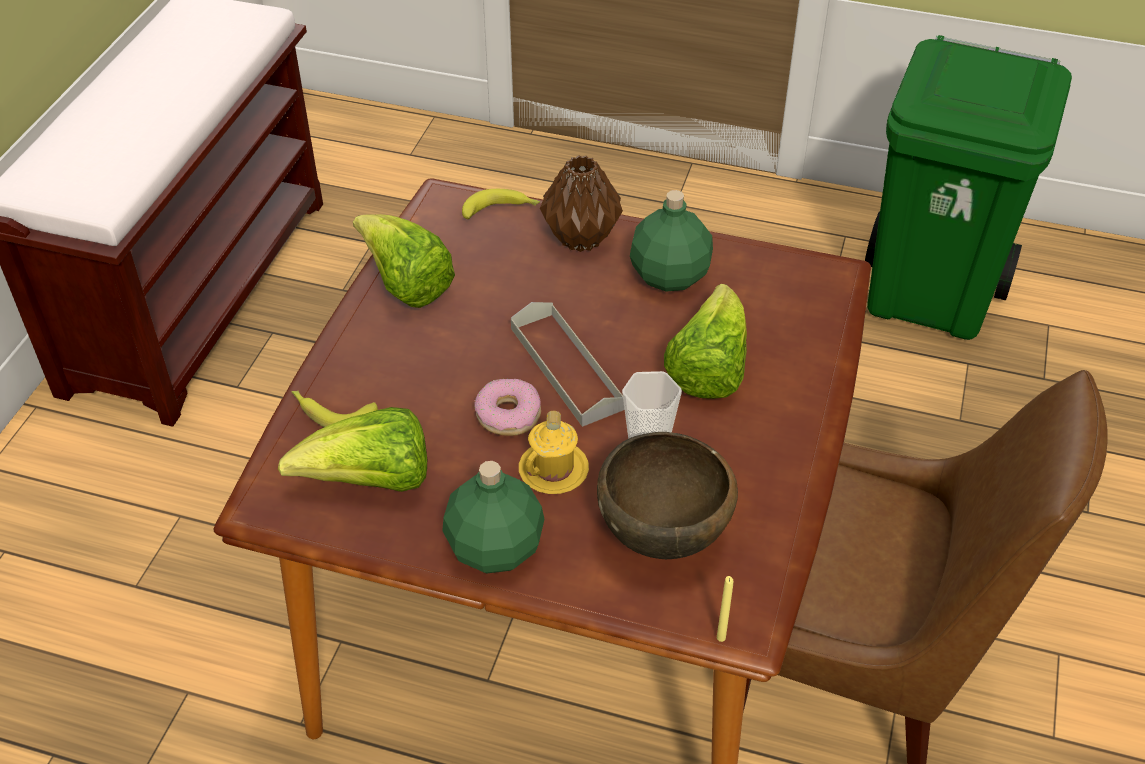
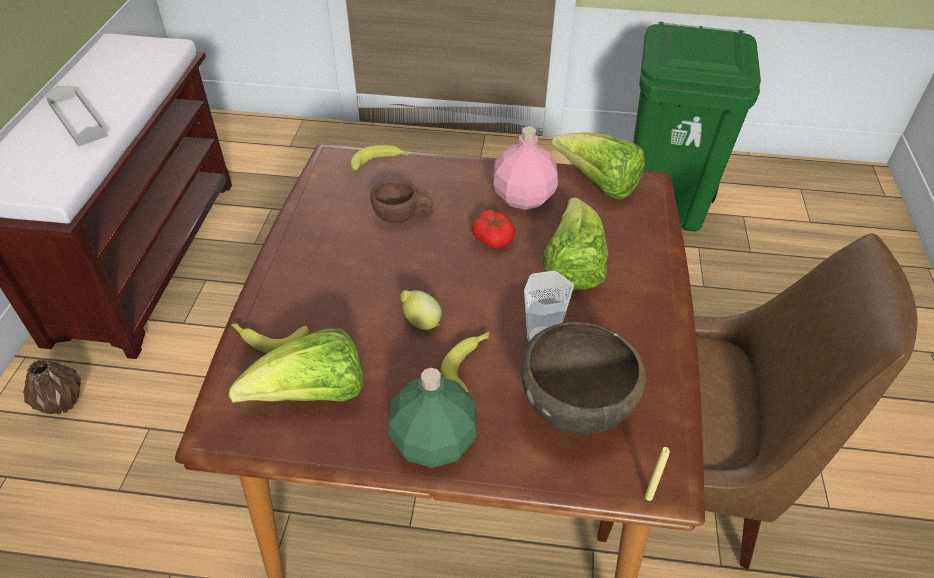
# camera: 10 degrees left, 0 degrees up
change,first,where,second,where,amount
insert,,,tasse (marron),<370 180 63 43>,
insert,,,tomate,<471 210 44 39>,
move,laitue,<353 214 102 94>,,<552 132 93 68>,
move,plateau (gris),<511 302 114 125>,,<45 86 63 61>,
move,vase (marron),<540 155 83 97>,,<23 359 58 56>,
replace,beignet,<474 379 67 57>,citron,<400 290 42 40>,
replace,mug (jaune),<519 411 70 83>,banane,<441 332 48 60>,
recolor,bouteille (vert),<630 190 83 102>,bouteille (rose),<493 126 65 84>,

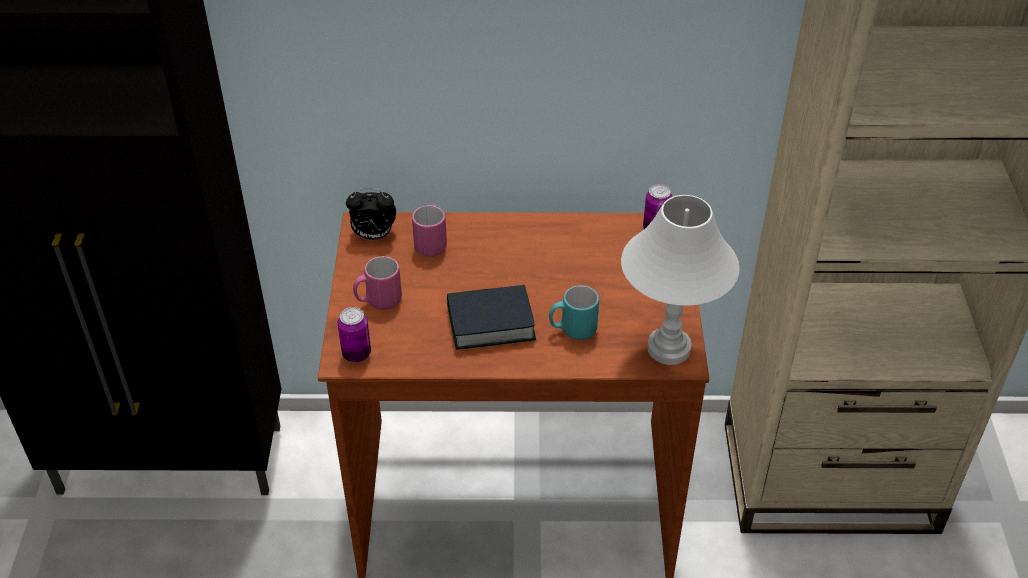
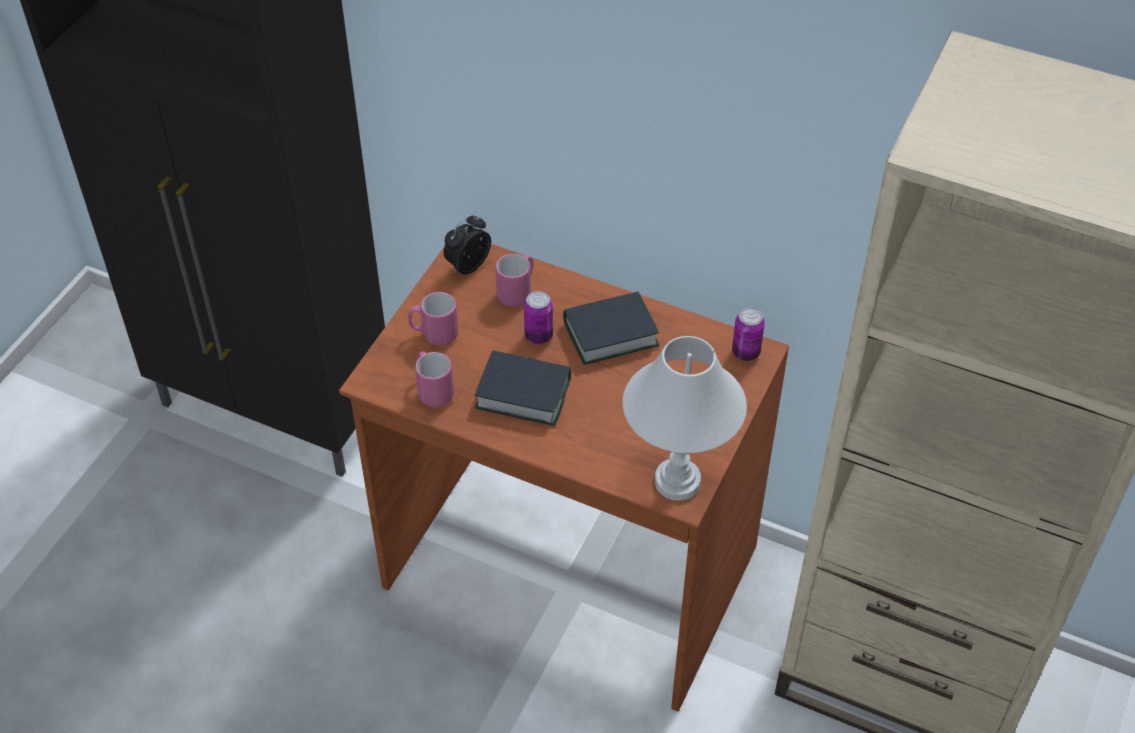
# camera: 25 degrees right, 5 degrees up
change,first,where,second,where,amount
delete,mug (turquoise),<549 285 50 55>,,,
insert,,,mug (rose),<415 351 39 56>,
insert,,,livre,<563 291 97 74>,
move,boîte métallique,<338 307 33 55>,,<524 291 29 53>,
rotate,réveil,<346 188 50 52>,,<444 214 47 61>,105 degrees clockwise

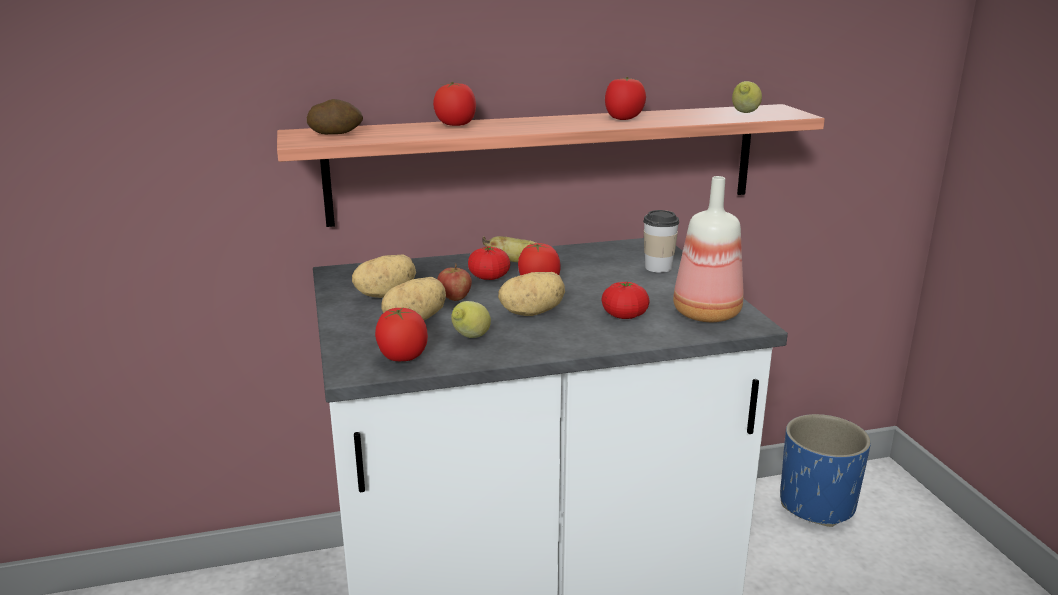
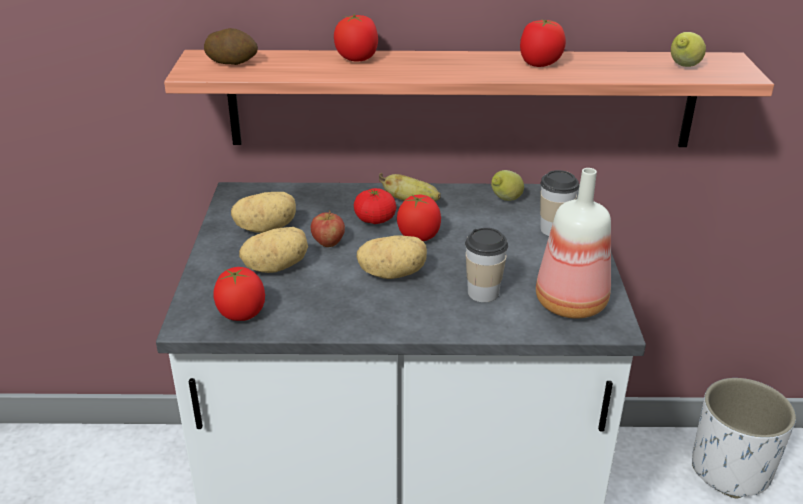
# camera: 15 degrees right, 10 degrees up
change,first,where,second,where,amount
move,citron,<451 301 40 37>,,<491 170 33 31>,
replace,tomate,<602 281 47 38>,tasse,<465 228 43 74>,
recolor,cache-pot (bleu),<780 414 91 113>,cache-pot (blanc),<692 378 104 121>,

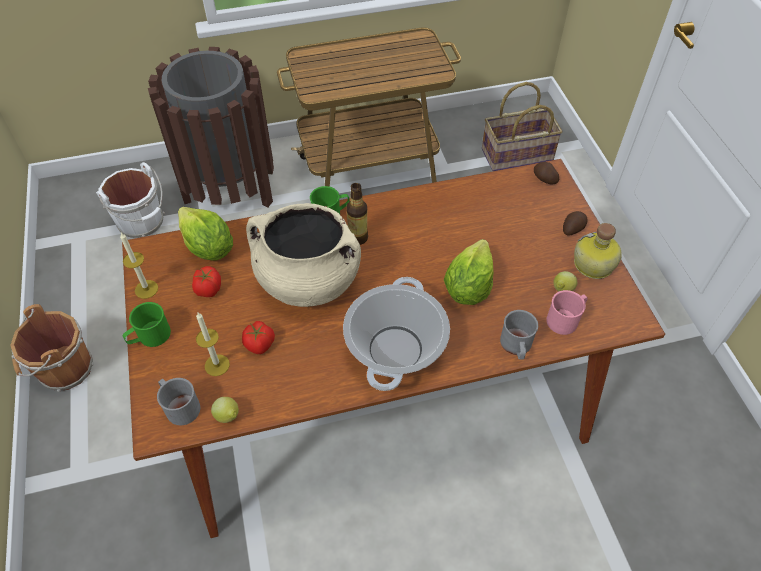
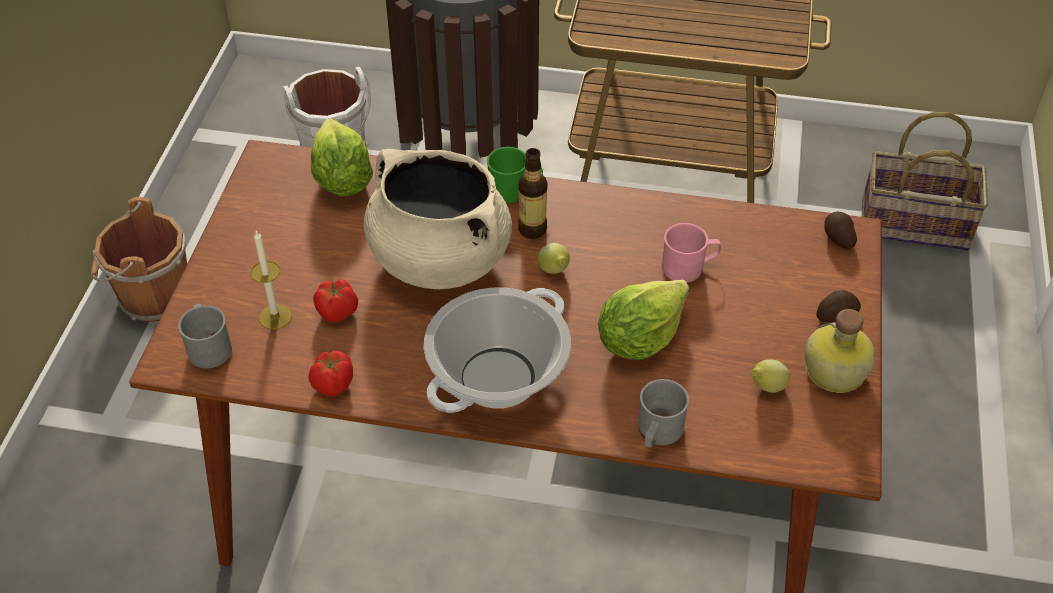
# camera: 25 degrees right, 5 degrees down
change,first,where,second,where,amount
delete,bougie,<120 233 38 66>,,,
delete,mug (vert),<123 302 48 45>,,,
move,tomate,<192 266 29 31>,,<308 351 45 45>,
move,citron,<211 397 28 26>,,<538 243 32 31>,
move,mug (rose),<546 290 42 45>,,<662 223 59 60>,

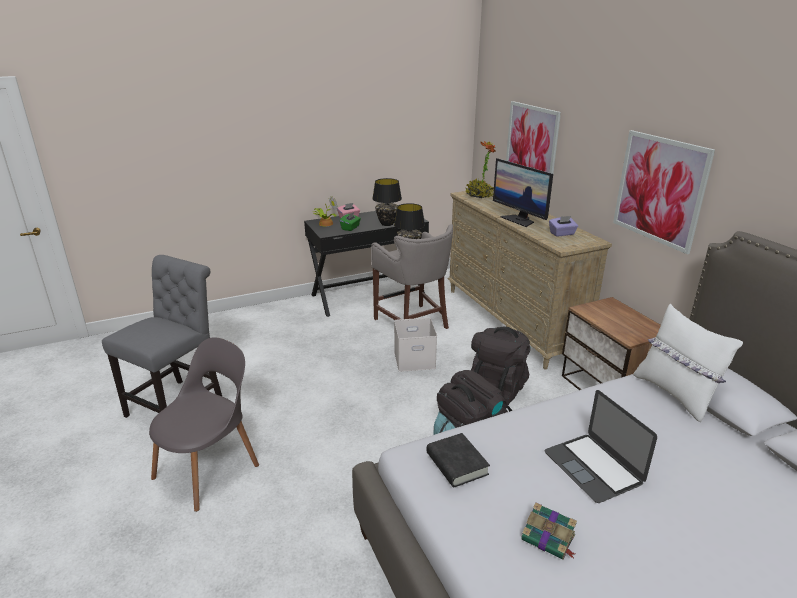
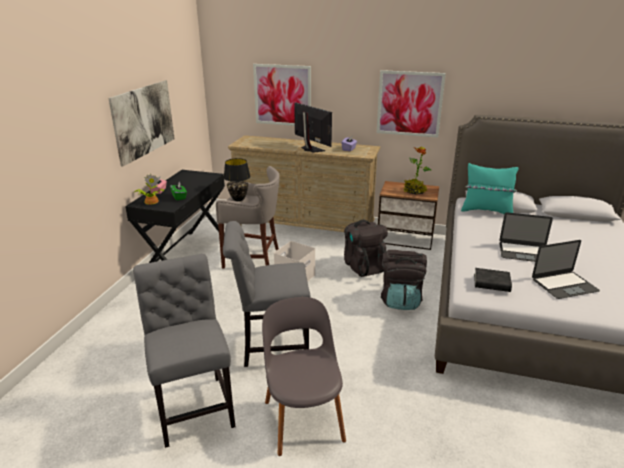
# camera: 50 degrees left, 0 degrees up
change,first,where,second,where,amount
delete,lampe de table (noir),<372 178 30 48>,,,
insert,,,tableau,<108 80 67 87>,
insert,,,chaise (gris),<223 221 88 146>,
move,plante en pot,<466 141 30 57>,,<403 147 29 48>,
replace,livre,<521 502 56 57>,ordinateur portable,<532 240 68 59>,
recolor,coussin (blanc),<633 304 110 119>,coussin (turquoise),<461 163 57 51>,
rotate,écran d'ordinateur,<493 158 60 69>,,<294 103 38 50>,135 degrees counterclockwise

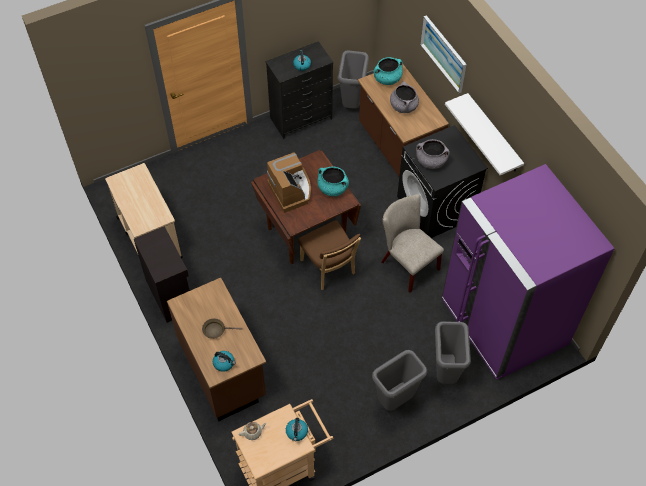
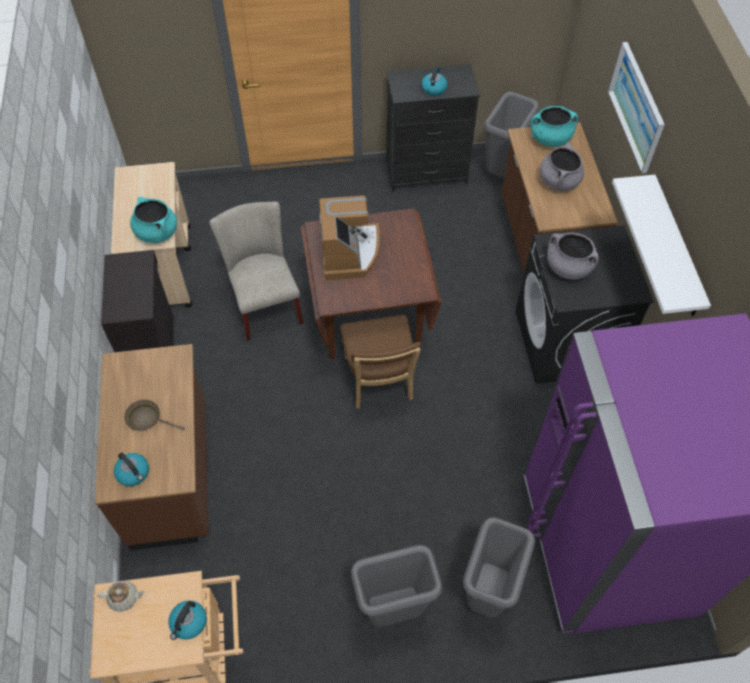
# camera: 20 degrees right, 0 degrees up
change,first,where,second,where,amount
move,marmite (turquoise),<317 166 32 30>,,<130 197 47 46>,
move,chaise (beige),<381 194 63 99>,,<209 202 94 139>,

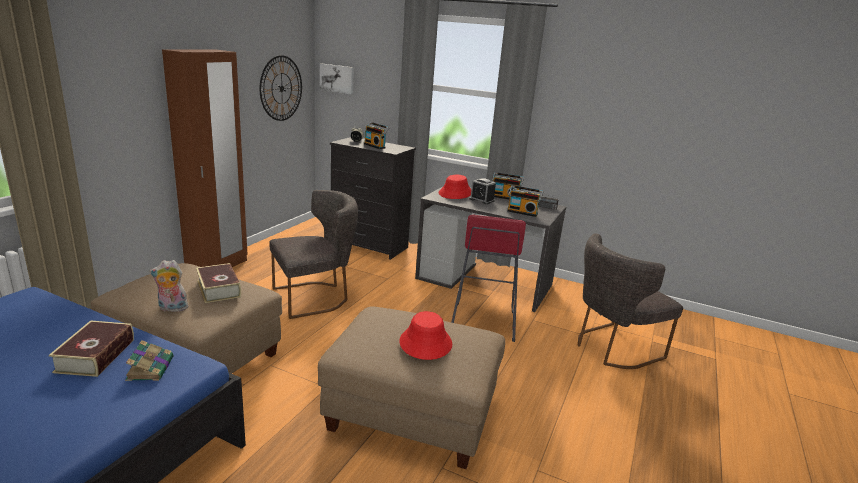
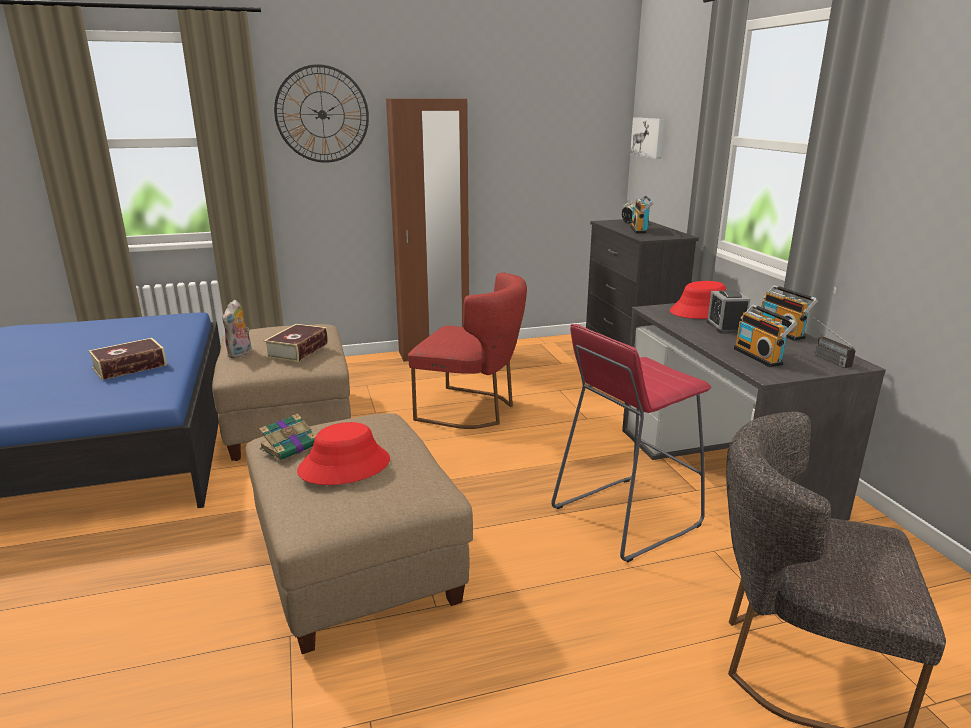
# camera: 50 degrees right, 0 degrees up
change,first,where,second,where,amount
move,livre,<125 340 49 41>,,<259 413 57 48>,
move,horloge murale,<260 55 42 66>,,<274 64 95 99>,
recolor,chaise (gris),<270 190 88 129>,chaise (rouge),<408 273 119 156>,
rotate,peluche,<149 260 40 52>,,<222 300 29 58>,120 degrees counterclockwise

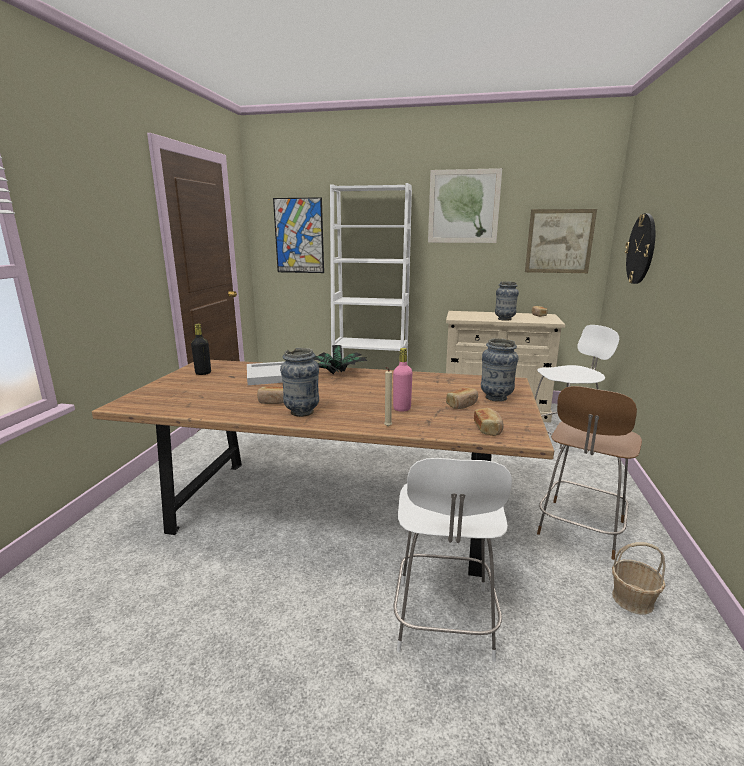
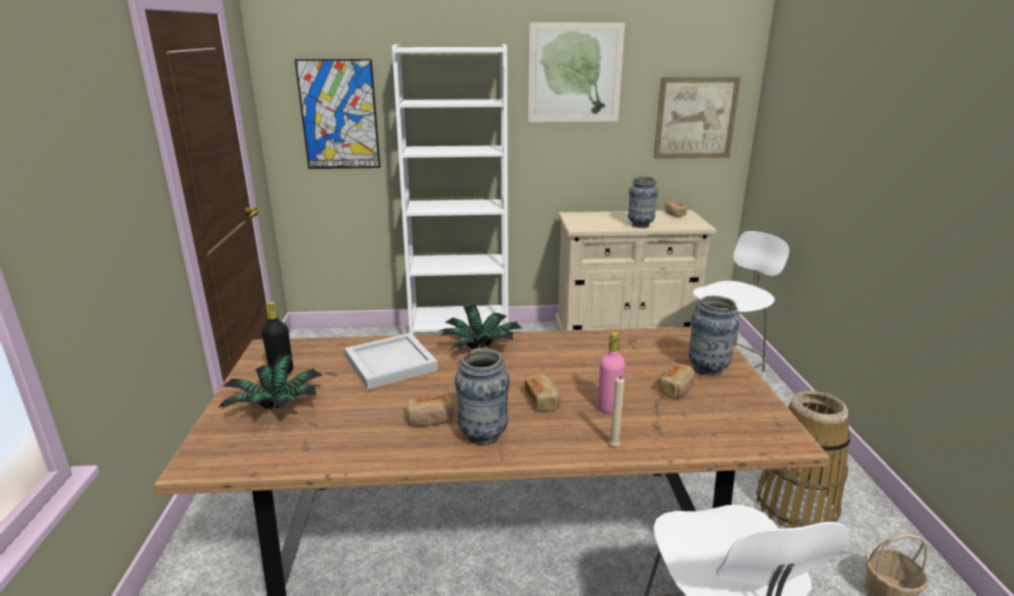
# camera: 15 degrees left, 5 degrees up
change,first,where,second,where,amount
delete,horloge murale,<625 213 30 71>,,,
insert,,,plante en pot,<219 354 104 56>,
move,pain,<474 408 29 28>,,<525 374 36 37>,
replace,chaise (marron),<537 386 105 174>,panier,<756 391 94 137>,

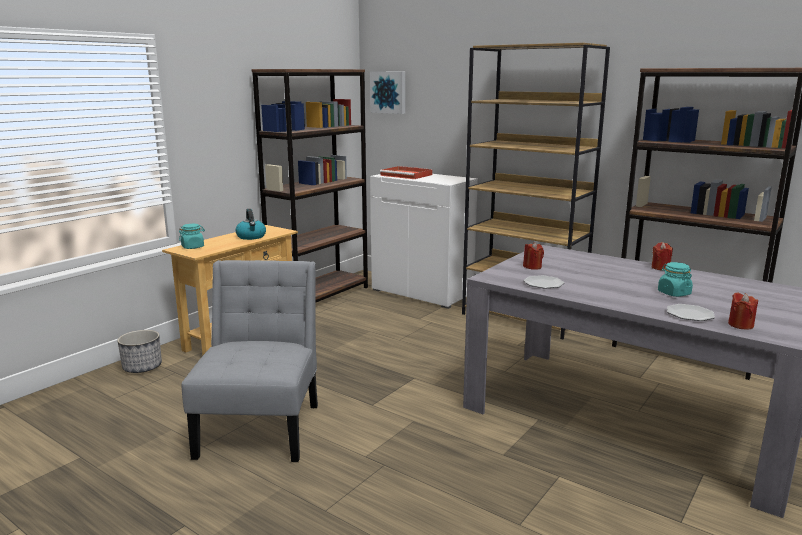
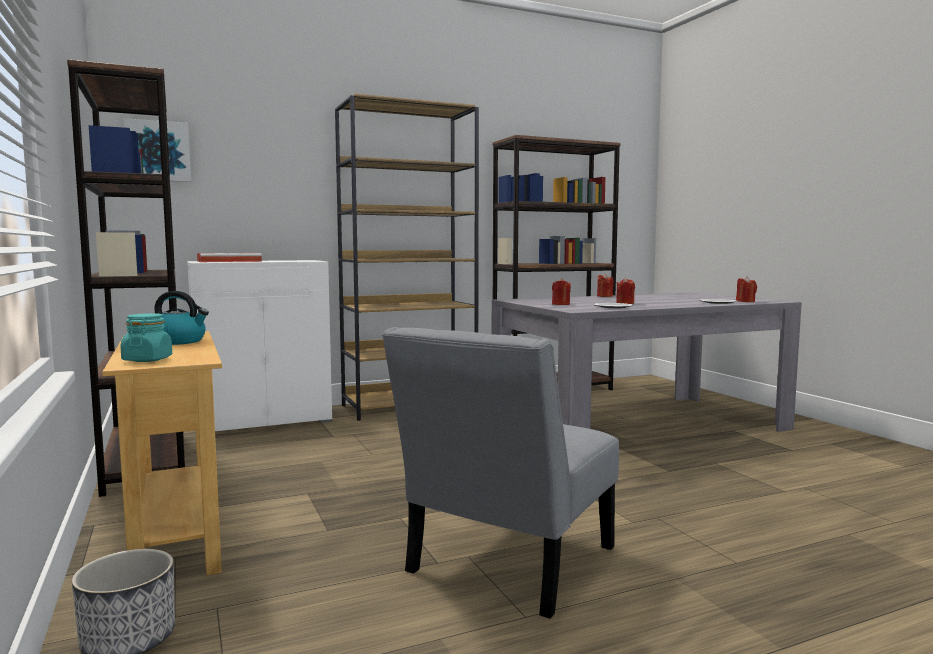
# camera: 60 degrees left, 10 degrees down
change,first,where,second,where,amount
delete,bocal (turquoise),<658 262 35 35>,,,
insert,,,bougie (rouge),<616 278 19 26>,
rotate,chaise (gris),<181 260 137 202>,,<382 327 237 292>,90 degrees counterclockwise

